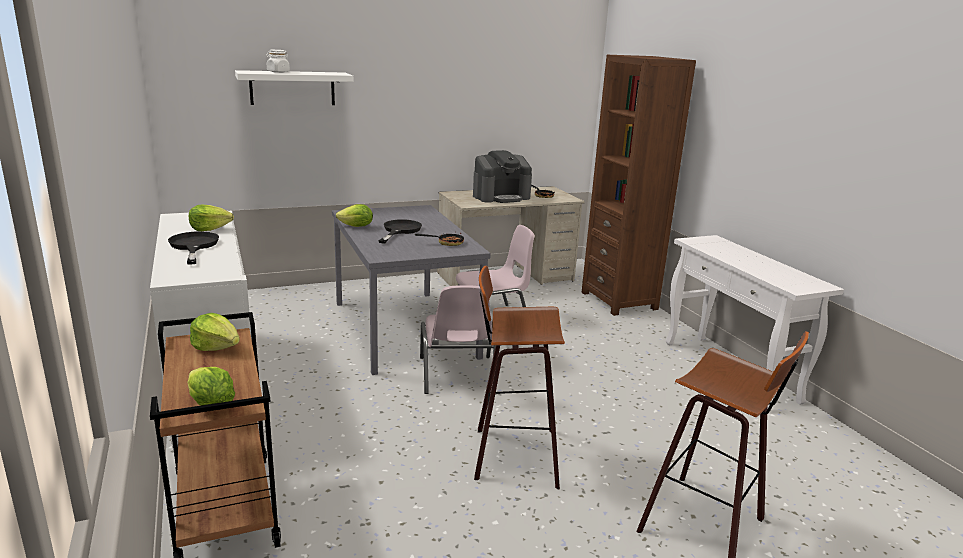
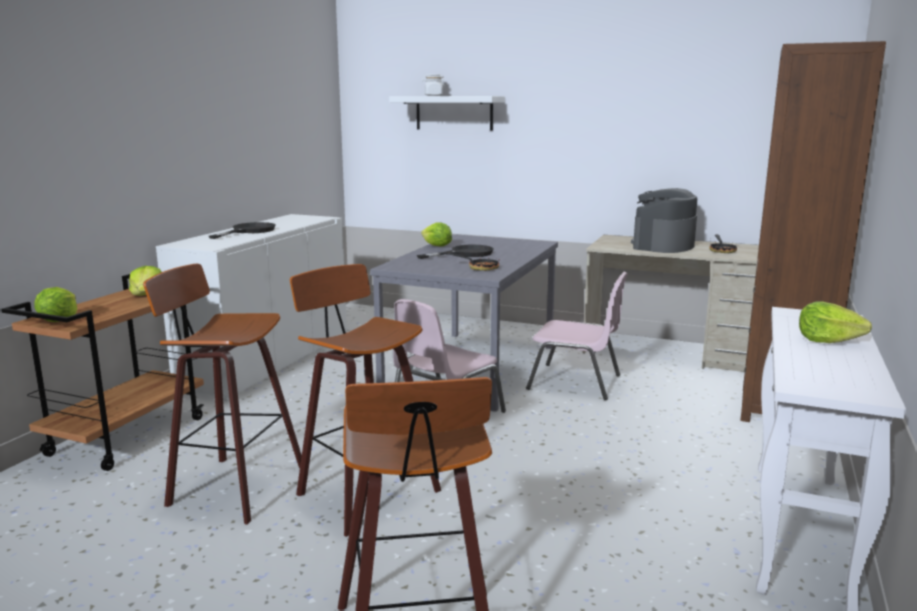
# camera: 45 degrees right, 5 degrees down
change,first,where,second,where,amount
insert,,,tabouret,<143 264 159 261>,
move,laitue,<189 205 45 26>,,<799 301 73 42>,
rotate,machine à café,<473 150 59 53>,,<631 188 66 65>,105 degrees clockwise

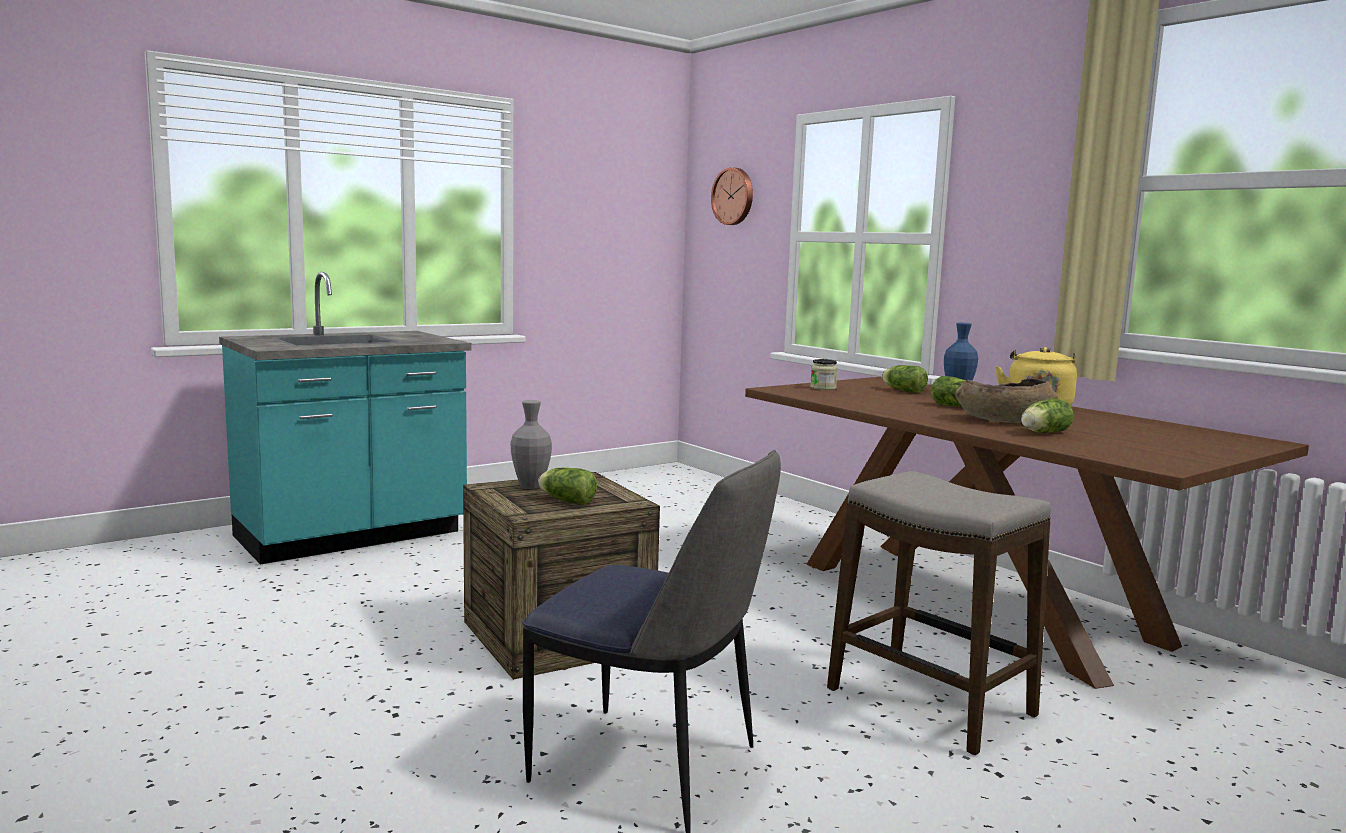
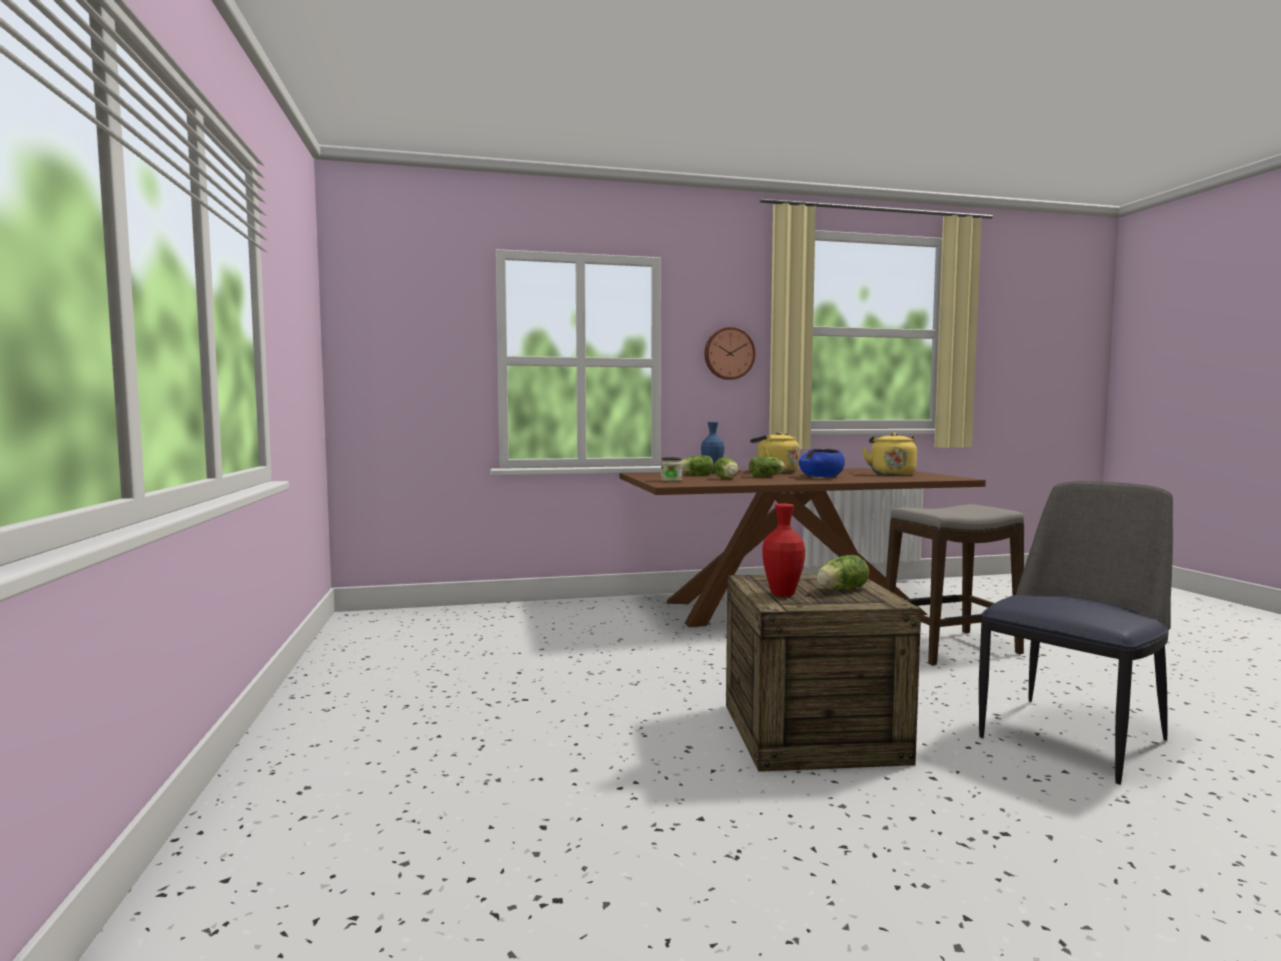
# camera: 65 degrees left, 5 degrees down
change,first,where,second,where,amount
delete,comptoir de cuisine (turquoise),<219 272 253 293>,,,
insert,,,bouilloire (jaune),<862 432 55 44>,
move,horloge murale,<711 167 42 58>,,<704 327 51 53>,
move,laitue,<1021 399 53 34>,,<714 457 24 22>,
recolor,vase (gris),<511 400 41 89>,vase (rouge),<763 503 42 94>,
recolor,bol (marron),<955 378 103 45>,bol (bleu),<799 449 46 28>,

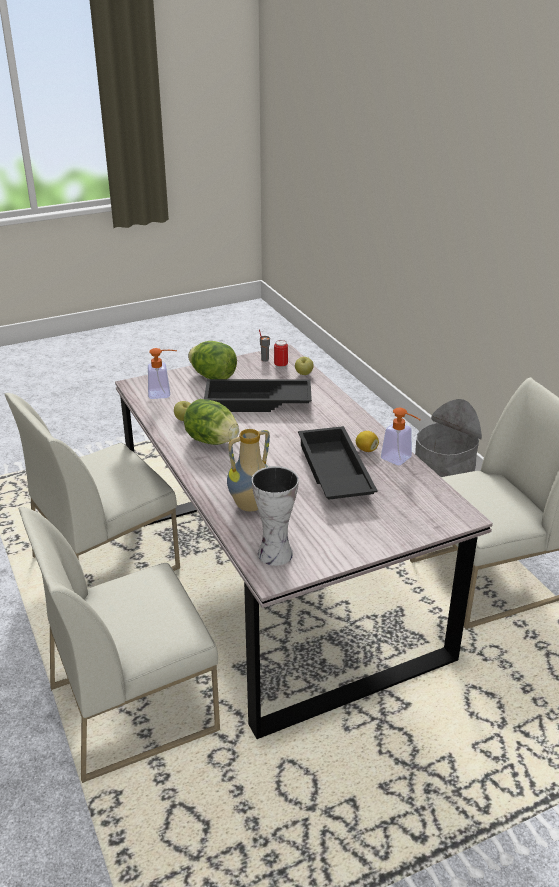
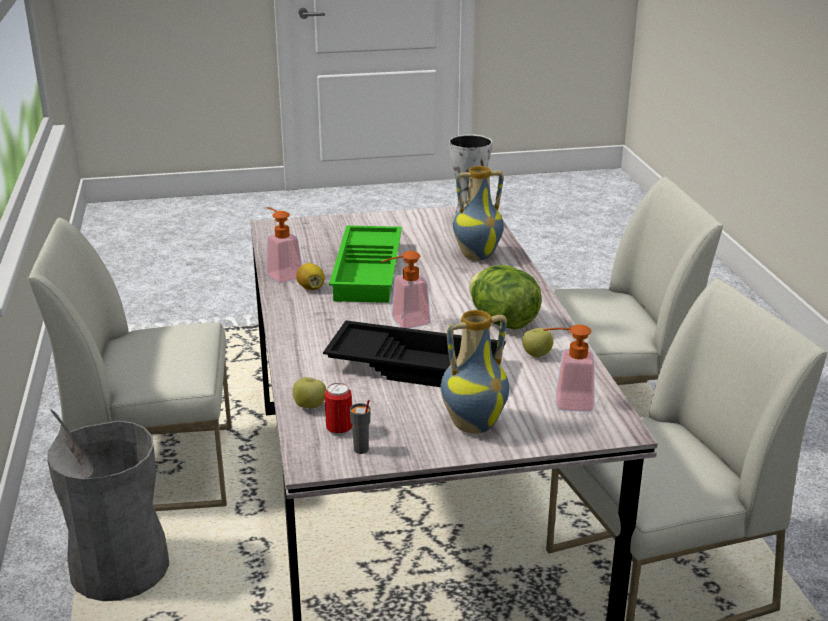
# camera: 165 degrees left, 5 degrees down
change,first,where,second,where,amount
insert,,,distributeur de savon,<381 251 50 78>,
replace,laitue,<188 341 49 38>,vase,<441 310 68 124>,
recolor,plateau (noir),<298 426 80 74>,plateau (vert),<329 225 73 78>,

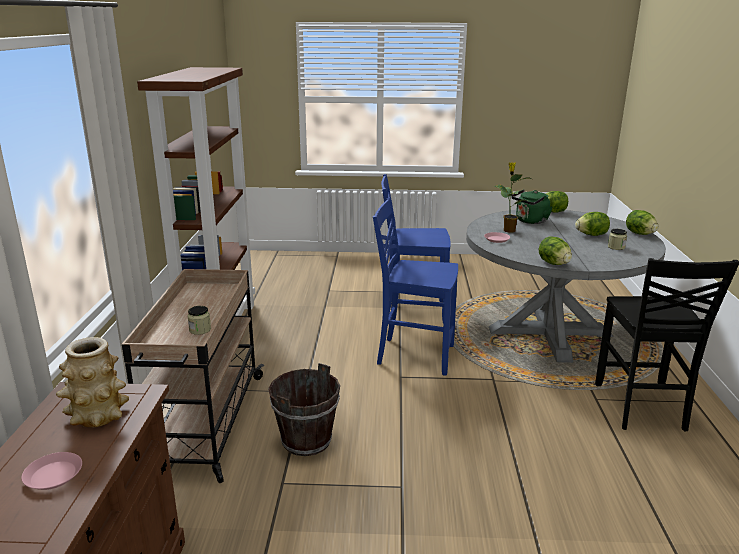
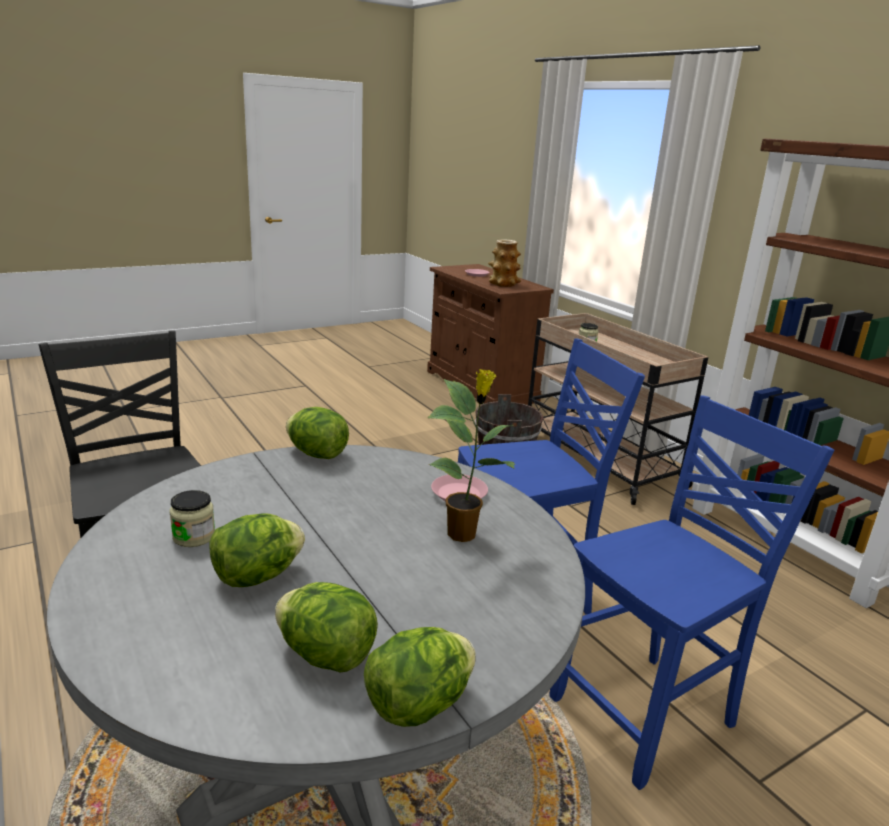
# camera: 145 degrees right, 0 degrees up
change,first,where,second,where,amount
delete,bouilloire (vert),<511 189 42 35>,,,
move,laitue,<626 210 32 25>,,<275 582 103 91>,

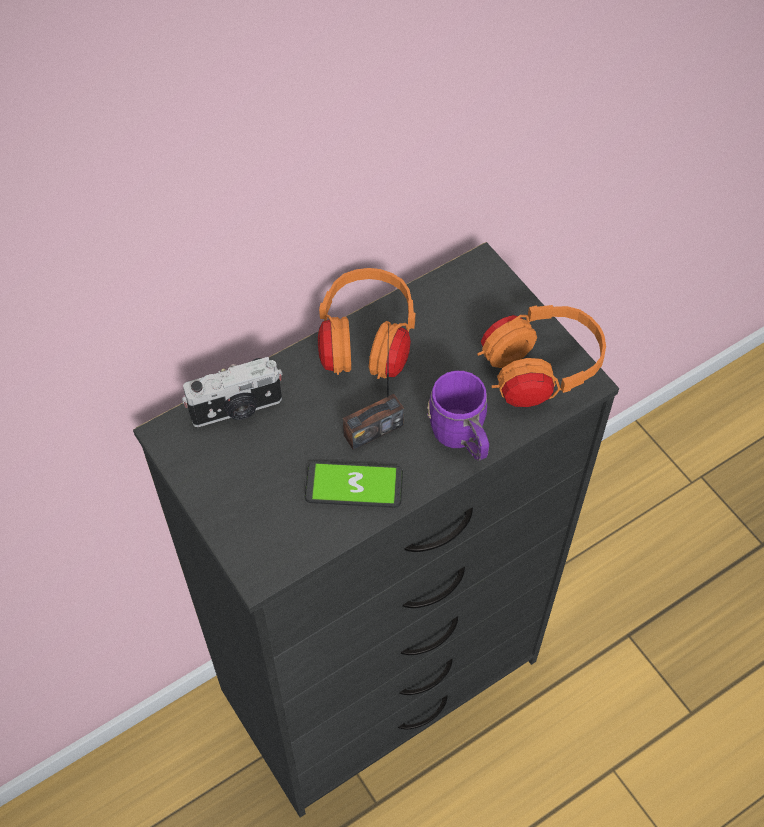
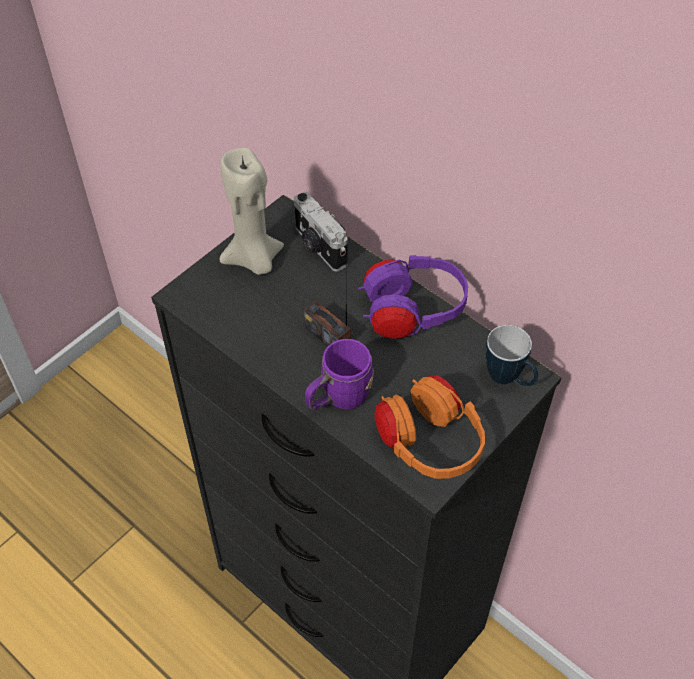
# camera: 75 degrees right, 5 degrees down
change,first,where,second,where,amount
delete,téléphone,<305 462 98 46>,,,
insert,,,bougie (beige),<220 148 64 127>,
insert,,,mug,<486 325 52 61>,
recolor,casque audio (orange),<318 268 97 111>,casque audio (violet),<358 255 110 84>,

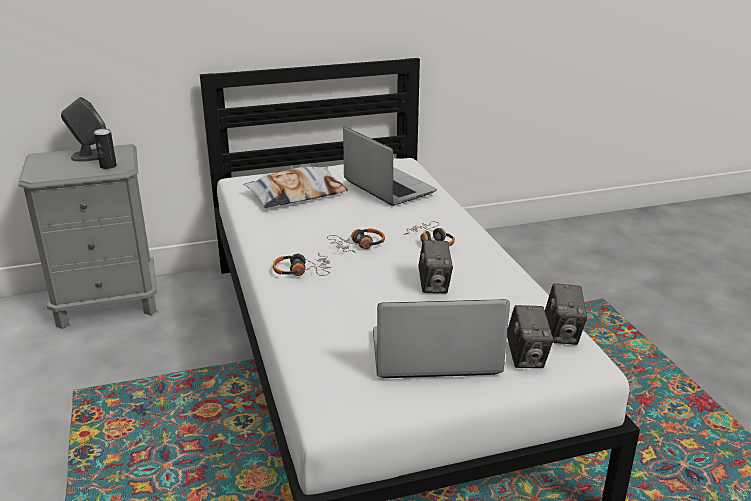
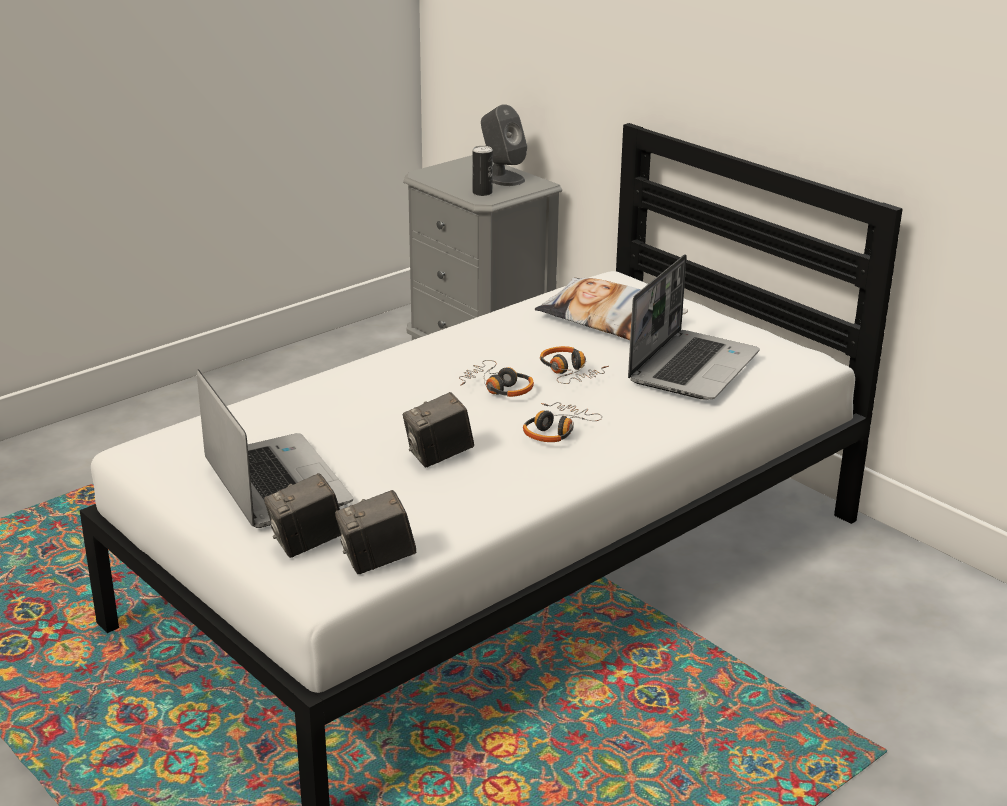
# camera: 65 degrees right, 0 degrees up
change,first,where,second,where,amount
move,casque audio,<273 252 58 24>,,<540 346 69 38>,

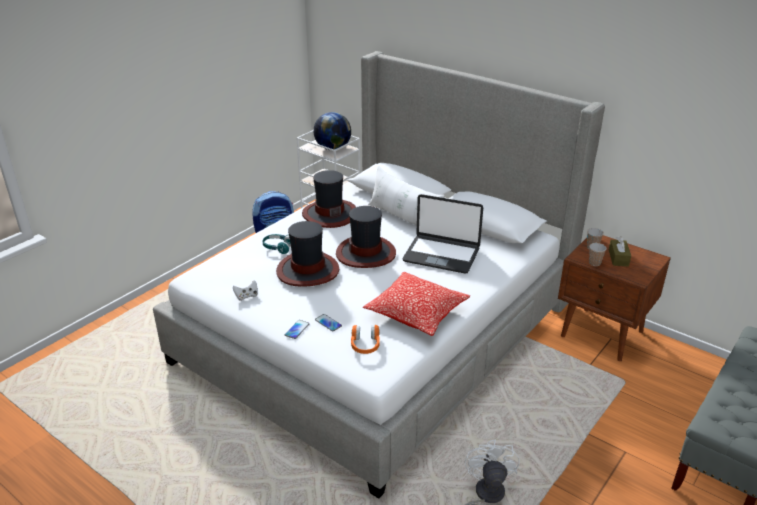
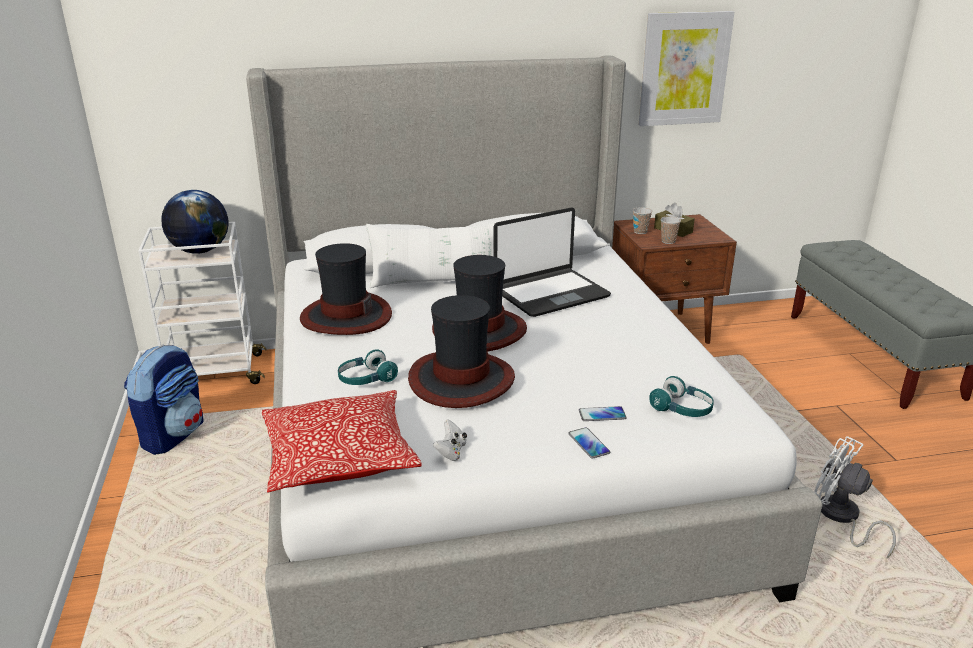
# camera: 50 degrees left, 5 degrees down
change,first,where,second,where,amount
insert,,,tableau,<639 11 95 115>,
move,coussin,<363 272 107 64>,,<262 390 160 103>,
recolor,casque audio (orange),<351 325 29 29>,casque audio (turquoise),<649 376 65 41>,

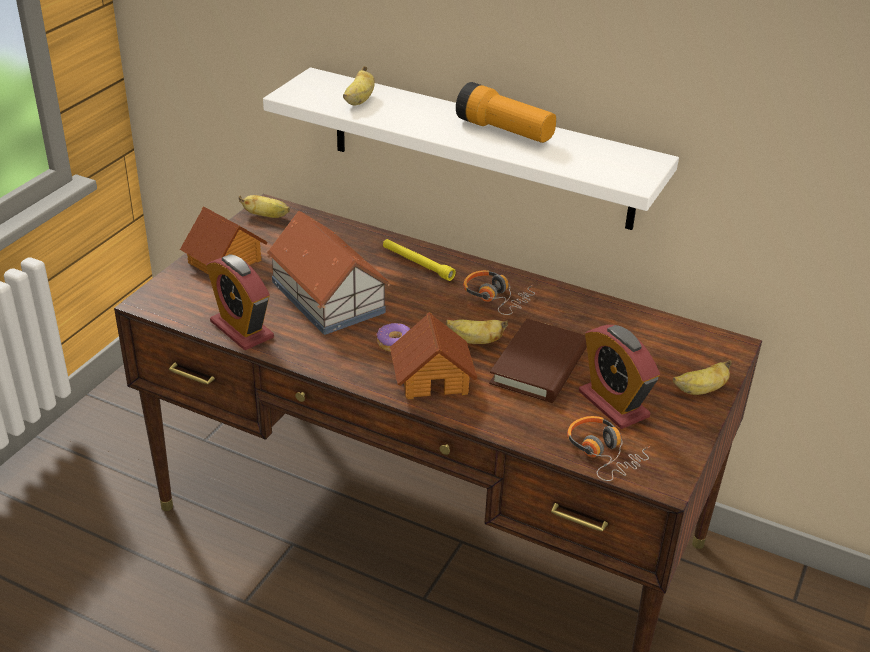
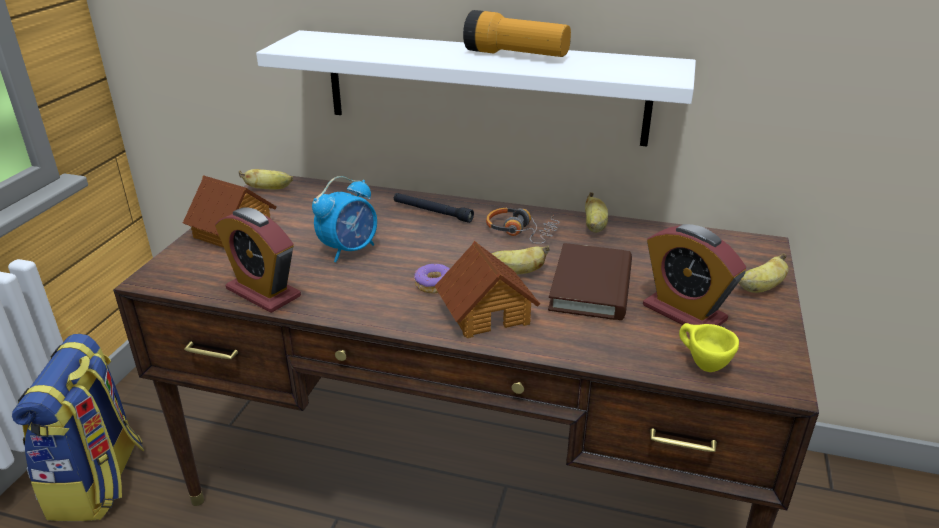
# camera: 10 degrees left, 5 degrees down
change,first,where,second,where,amount
insert,,,sac à dos,<12 334 132 187>,
move,banane,<343 66 32 39>,,<585 192 23 41>,
replace,maison miniature,<267 211 123 124>,réveil,<312 176 65 87>,
replace,casque audio,<567 416 83 65>,tasse (jaune),<679 323 60 49>,
recolor,lampe de poche (jaune),<383 239 73 42>,lampe de poche (noir),<394 193 80 30>,

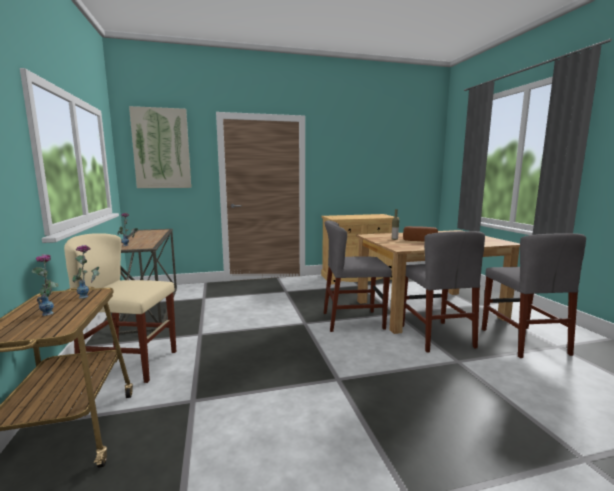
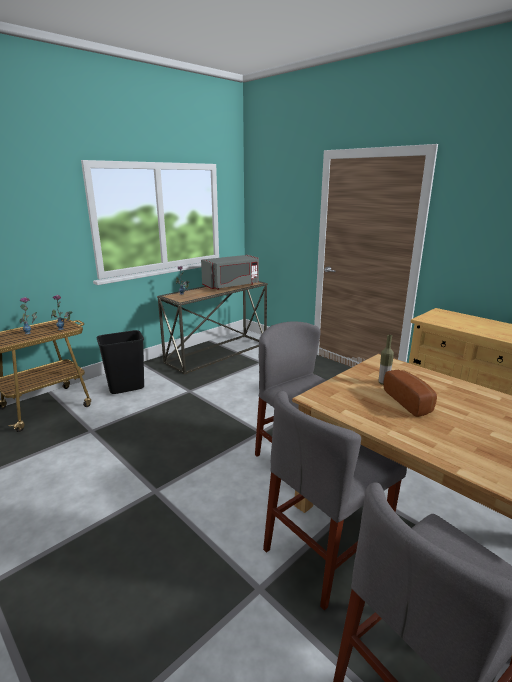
# camera: 60 degrees right, 10 degrees up
change,first,where,second,where,amount
delete,tableau,<129 106 62 82>,,,
insert,,,micro-ondes (gris),<201 255 58 35>,
replace,chaise (beige),<64 233 112 150>,poubelle (noir),<97 330 47 64>,

